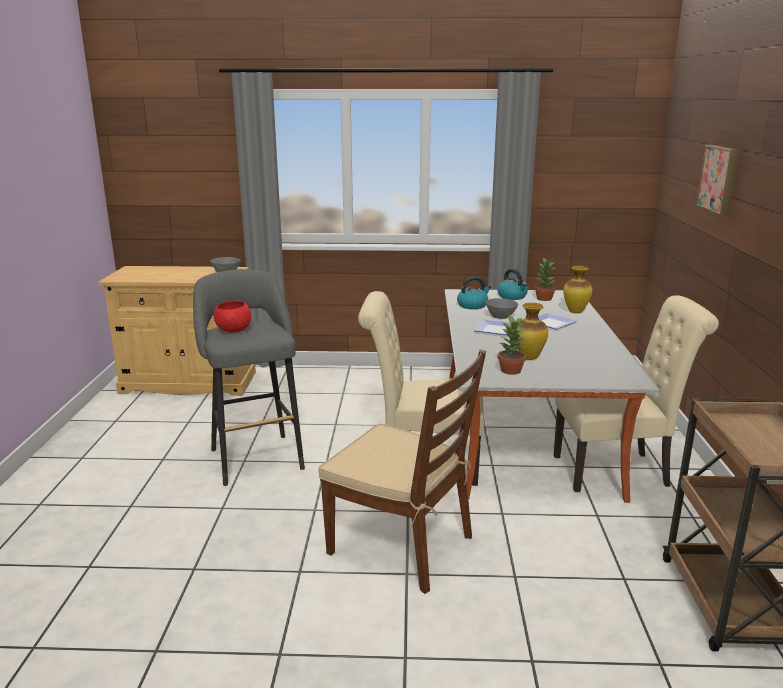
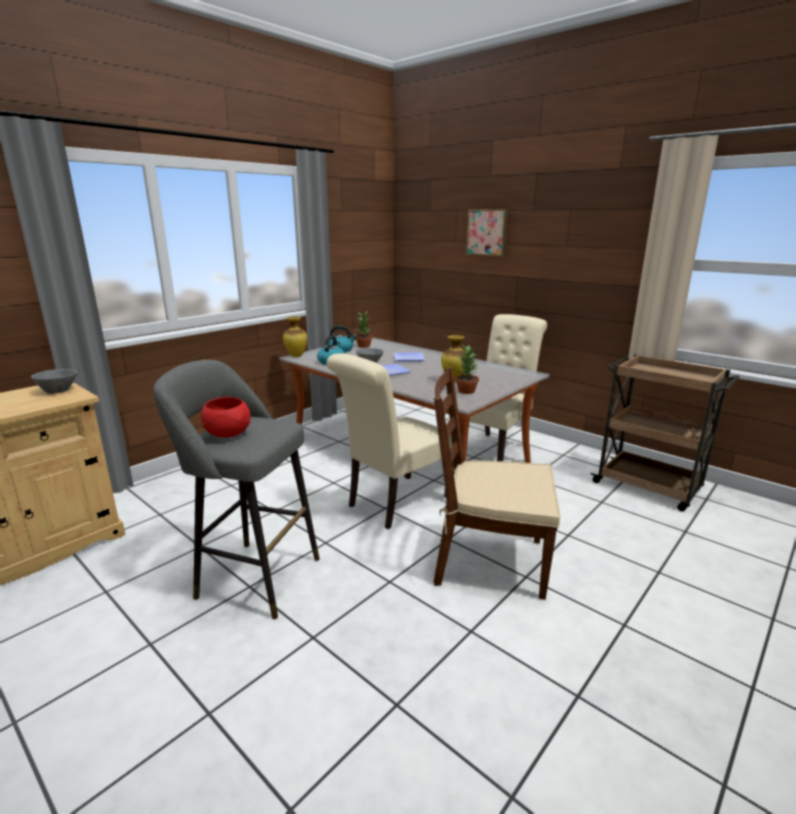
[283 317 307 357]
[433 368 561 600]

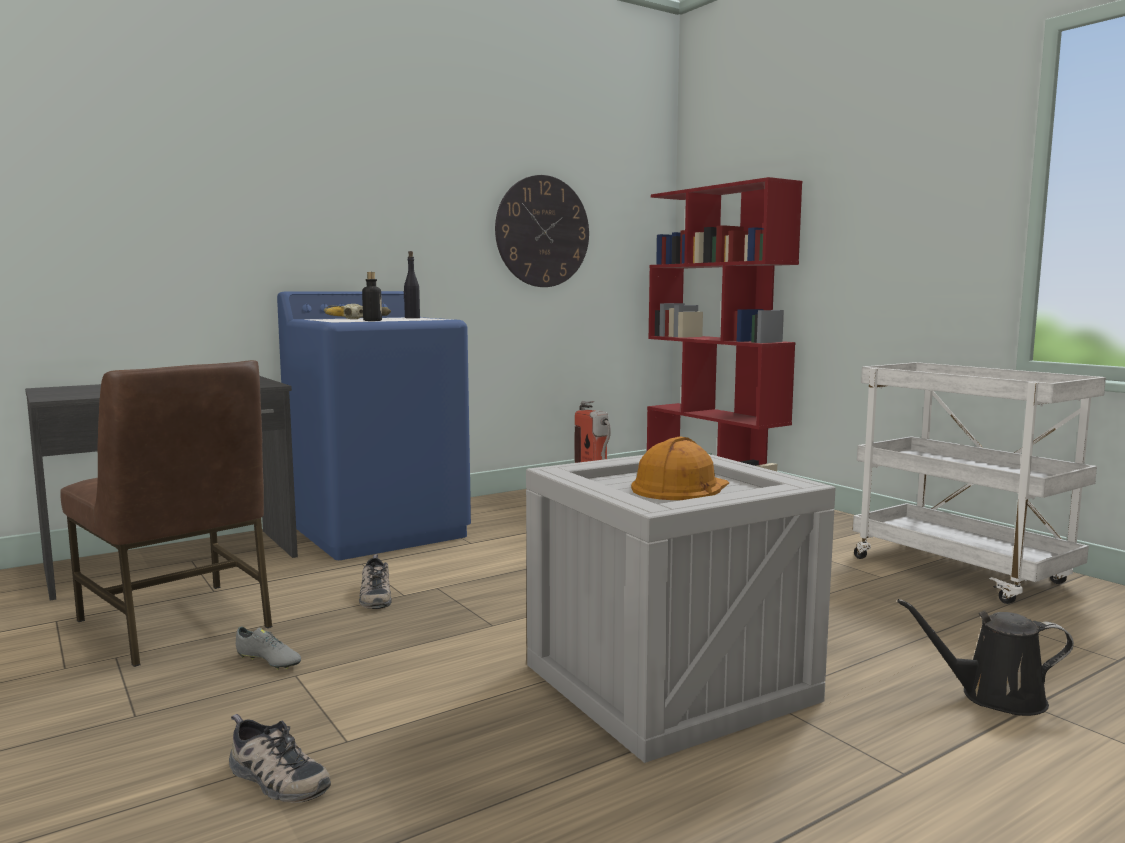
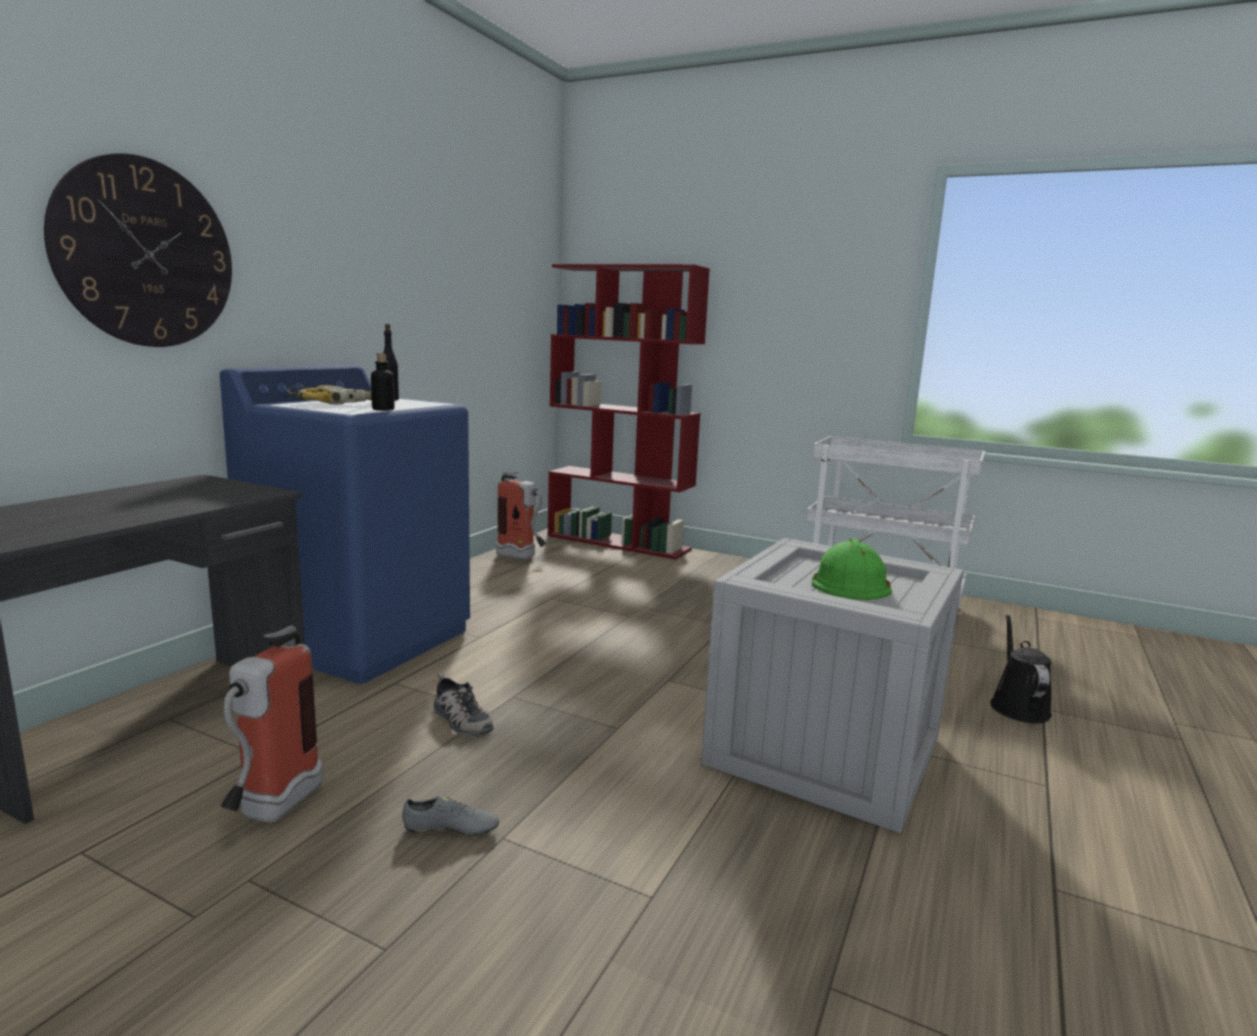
[229 714 331 803] (first image)
[44 153 232 347]
[220 625 323 823]
[812 538 892 600]
[990 615 1052 723]

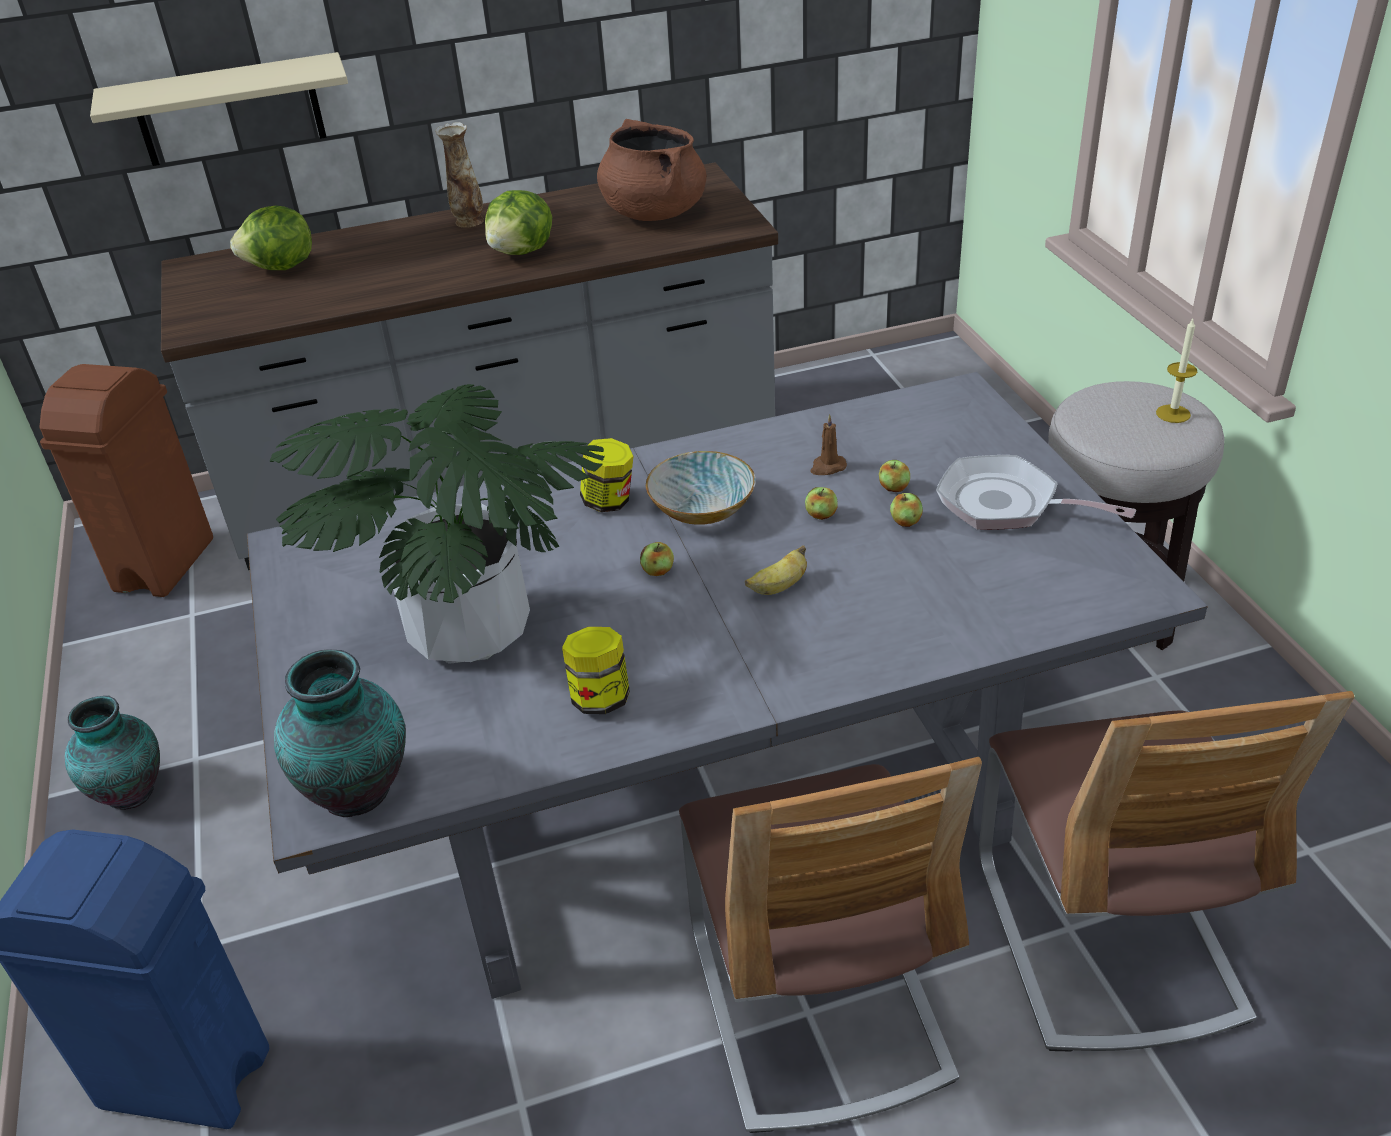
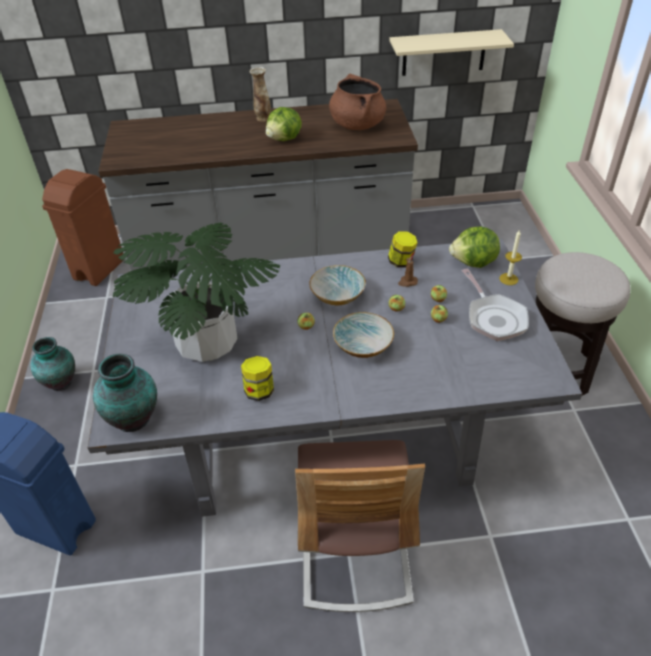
[979 691 1354 1052] (first image)
[389 29 514 76]
[449 226 500 268]
[388 231 418 268]
[499 229 522 285]
[333 312 394 358]
[462 269 529 341]

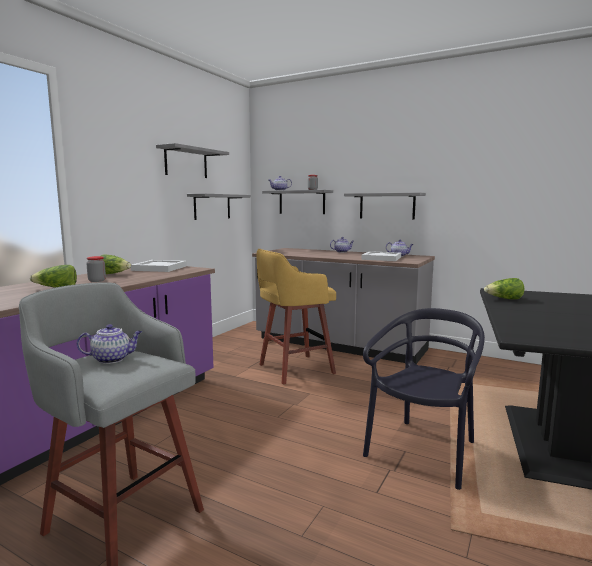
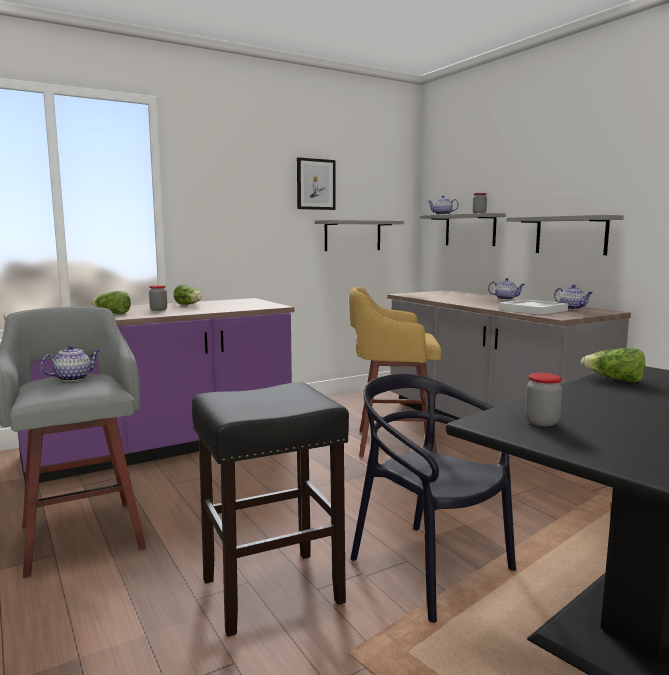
[131 260 187 272] (first image)
[192 382 349 637]
[525 373 562 426]
[297 157 335 210]
[41 345 100 381]
[351 374 516 623]

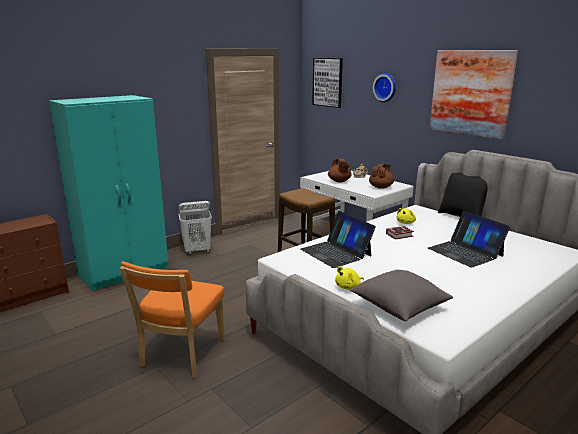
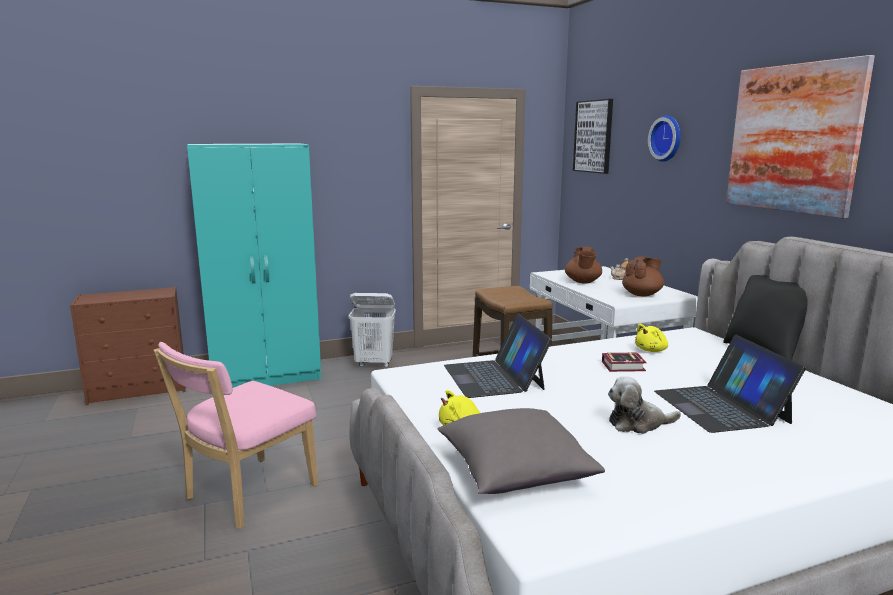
[608 376 681 434]
[154 342 318 529]

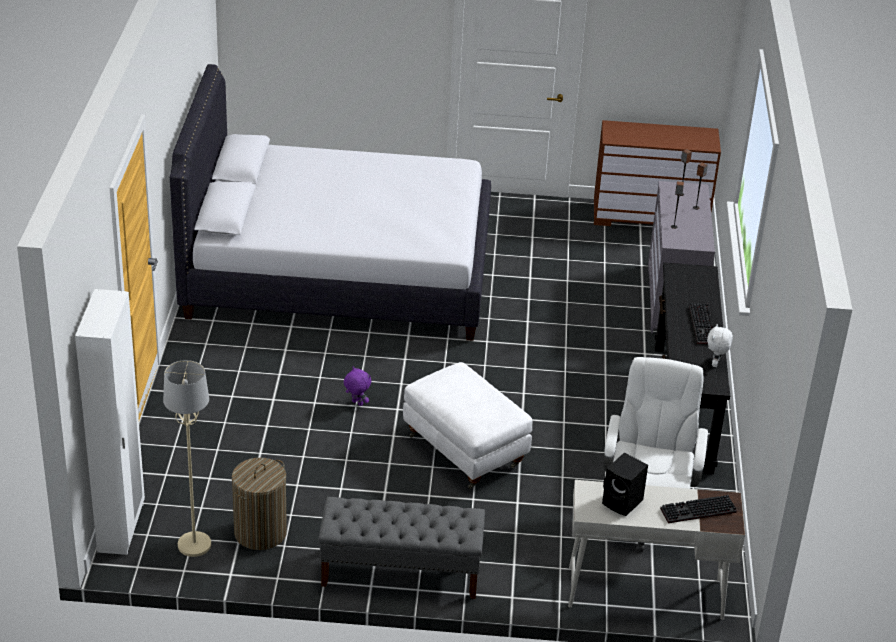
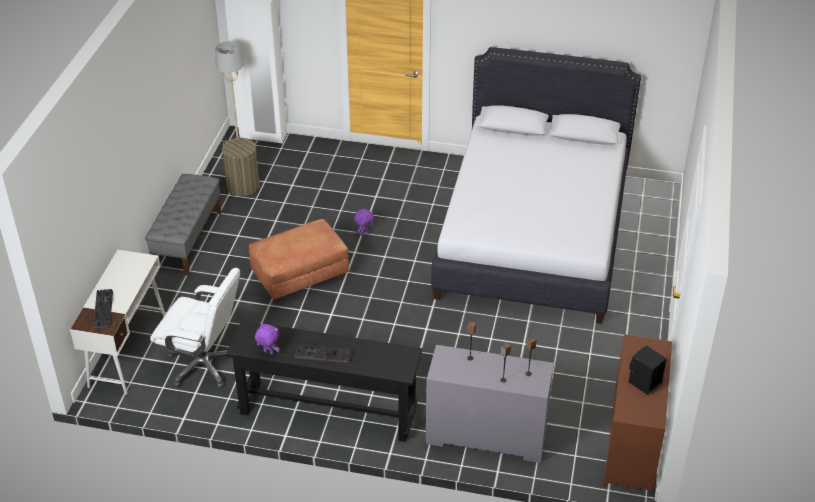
[629 346 667 395]
[249 219 349 304]
[255 323 280 355]

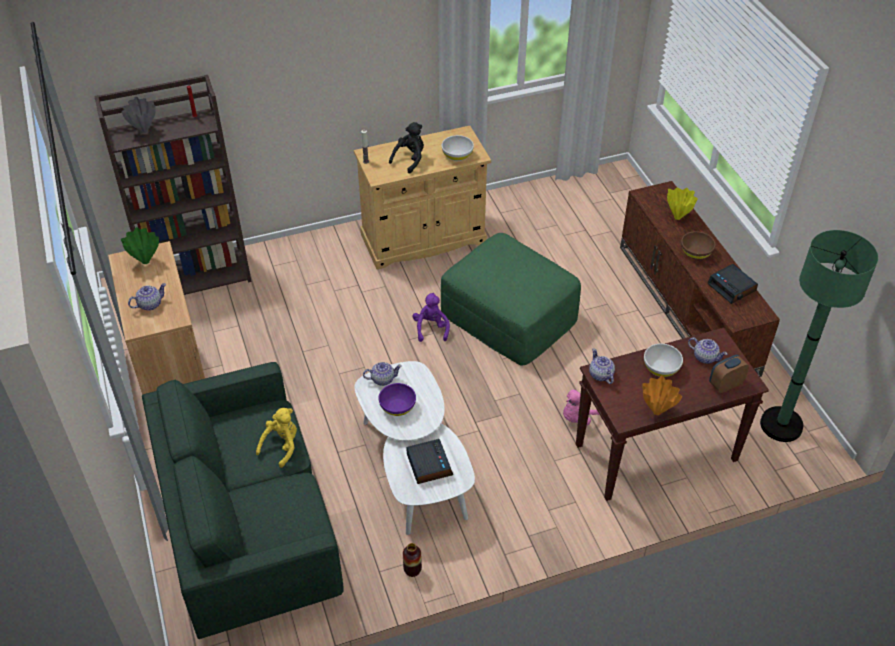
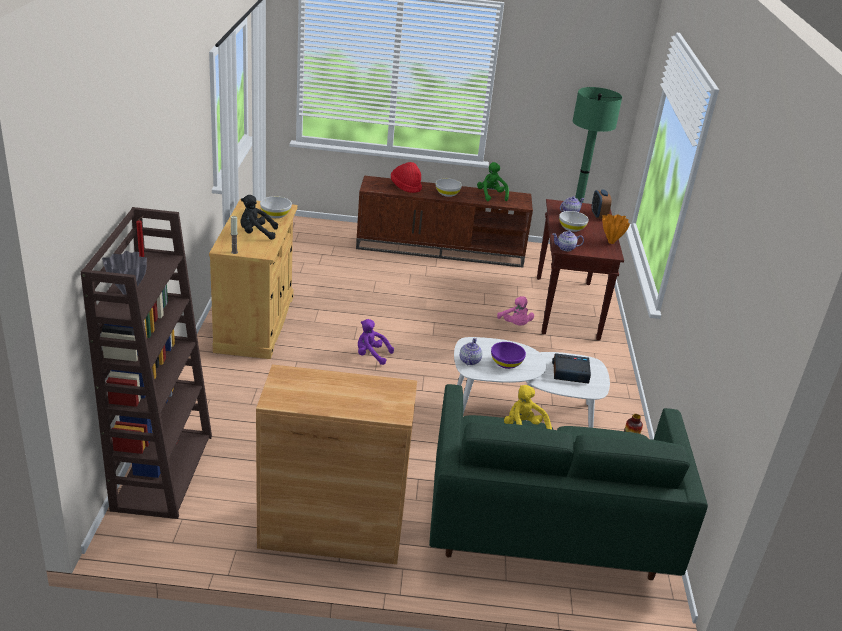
[121 227 159 264] (first image)
[128 283 166 310] (first image)
[441 233 581 365] (first image)
[391 162 422 193]
[477 162 509 201]
[436 178 462 197]
[240 195 278 240]

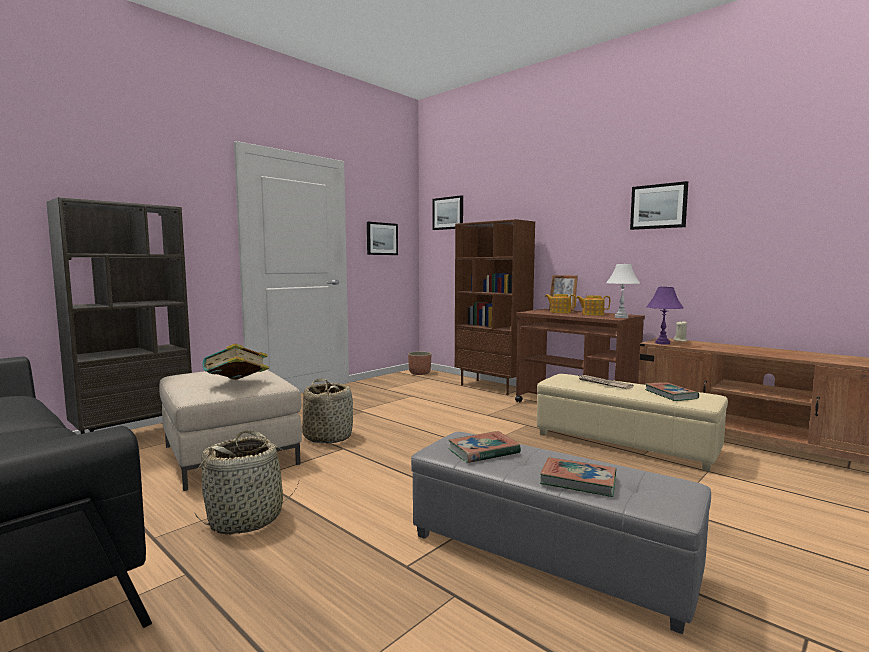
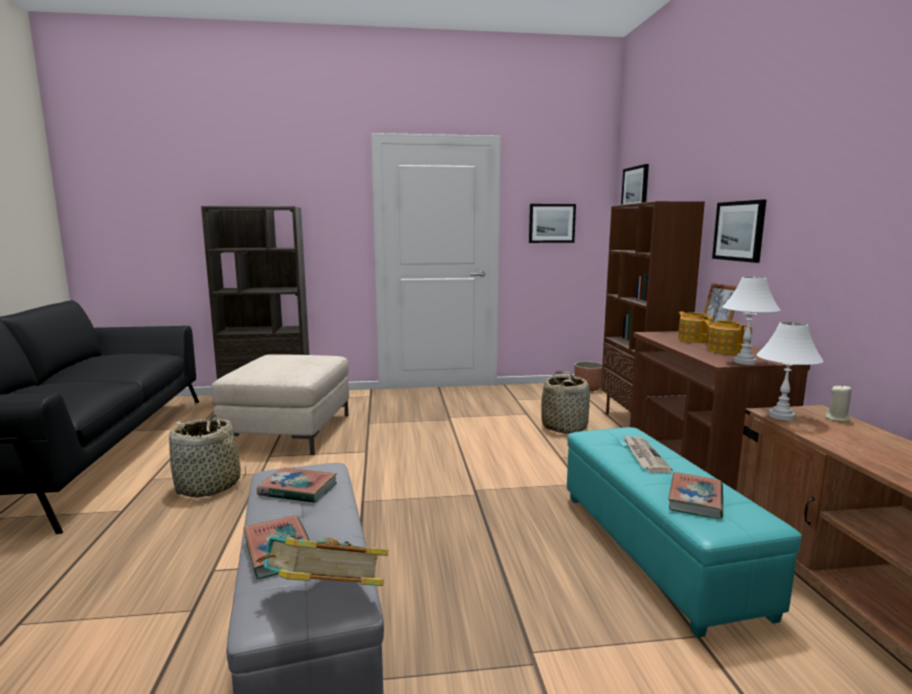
[256 535 388 586]
[541 371 590 433]
[712 200 766 263]
[567 427 801 638]
[757 322 824 420]

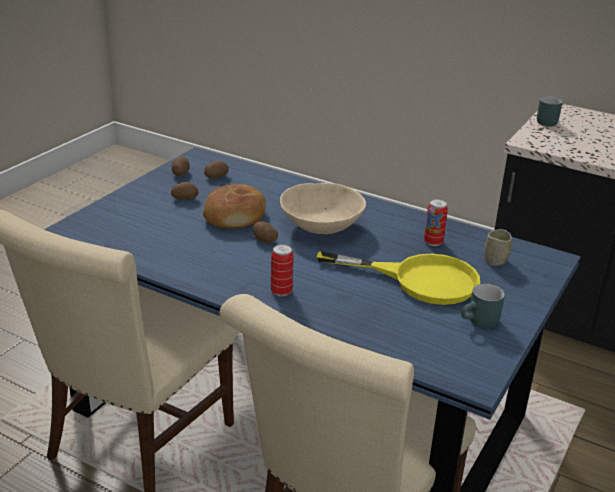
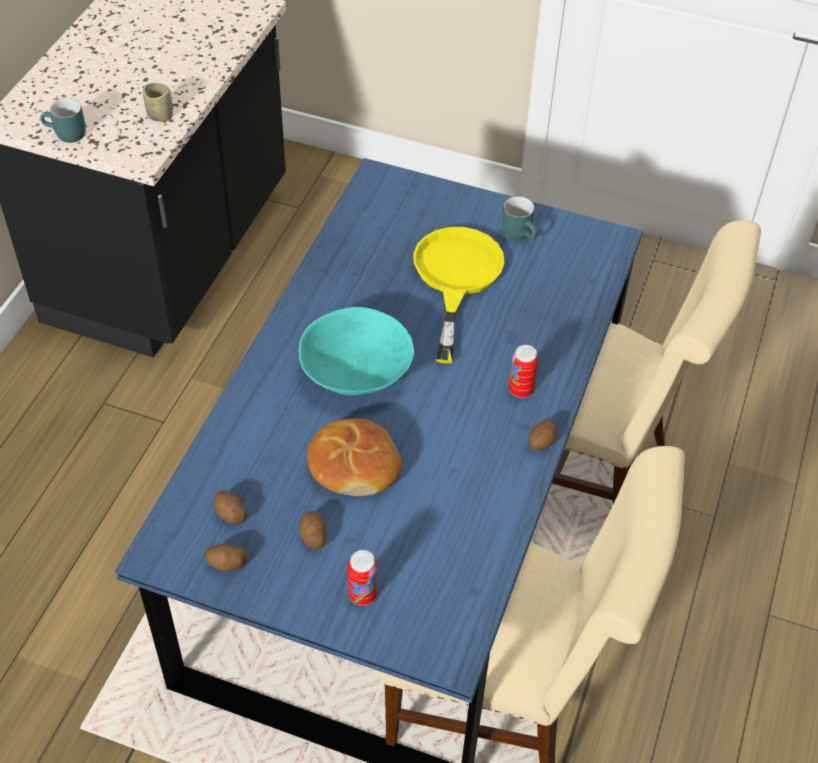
[528 419 557 451]
[348 550 377 605]
[143 83 173 122]
[299 307 414 396]

